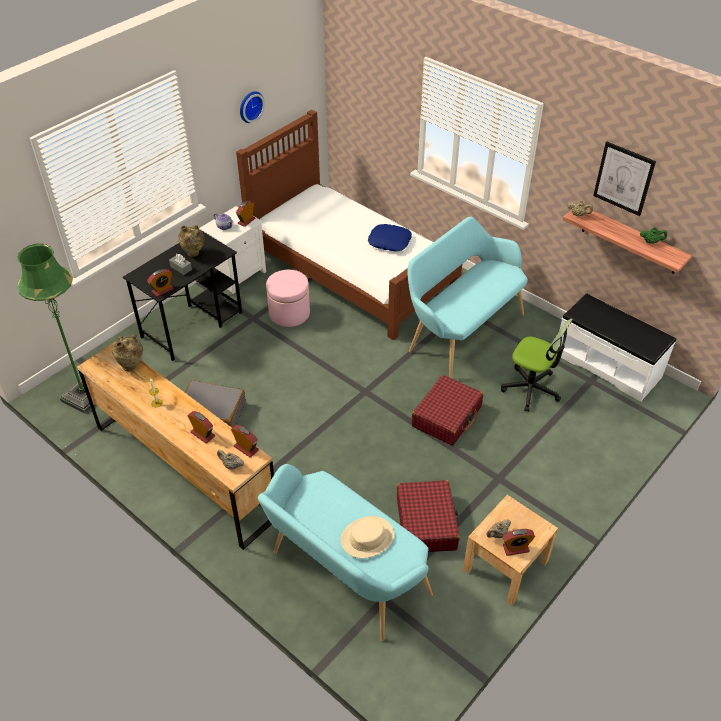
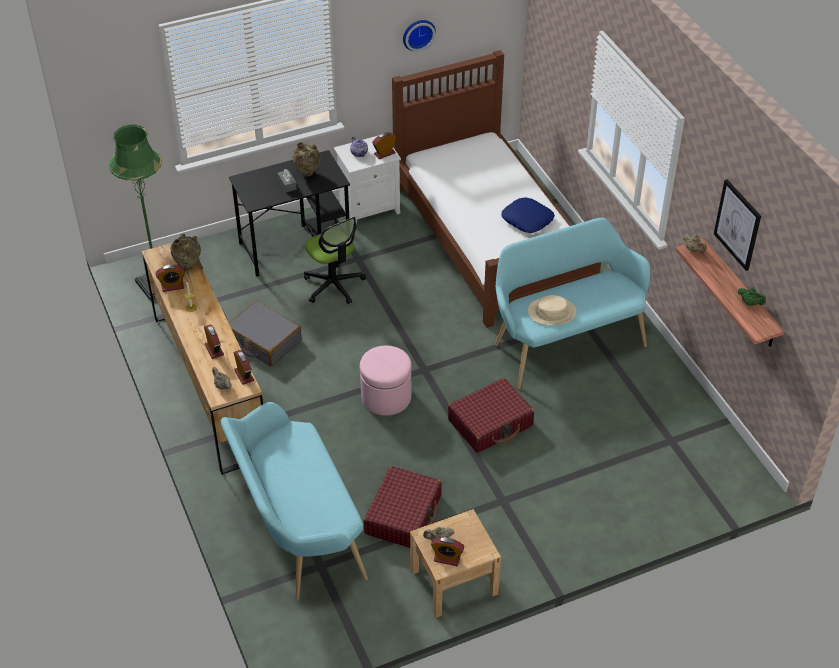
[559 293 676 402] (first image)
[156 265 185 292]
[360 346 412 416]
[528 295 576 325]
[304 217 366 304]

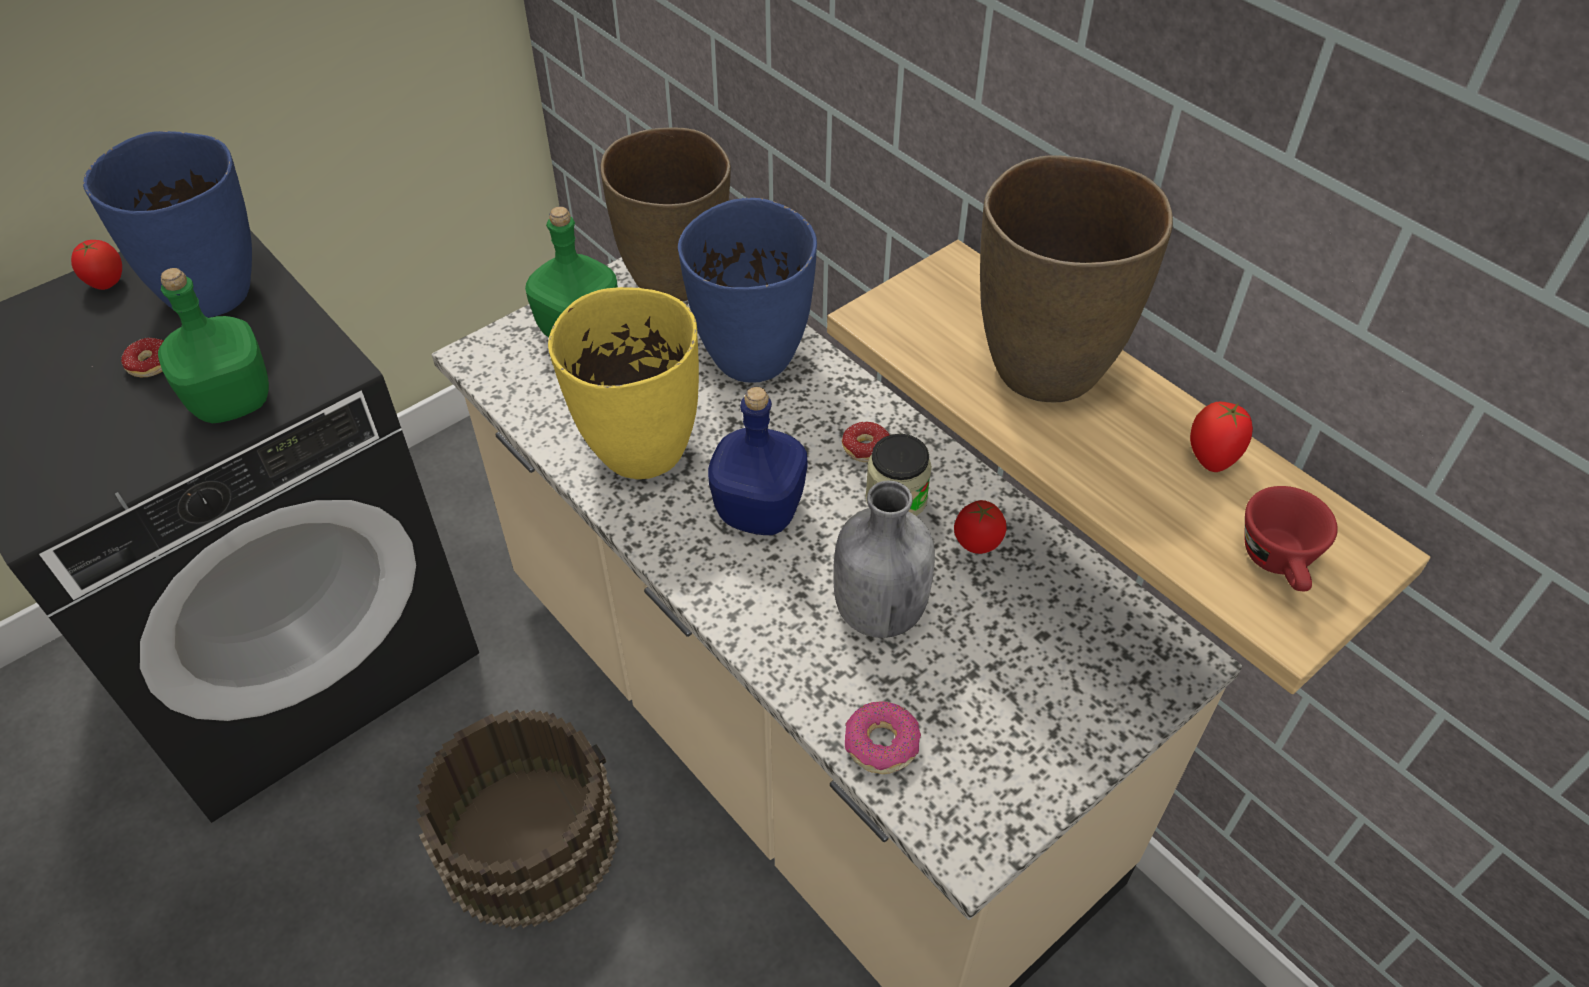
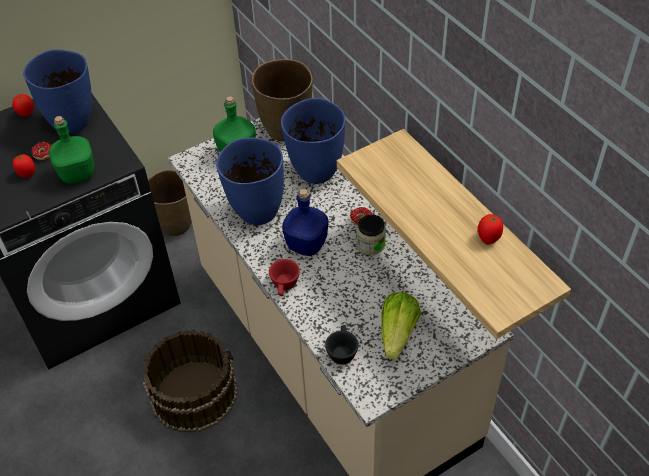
[833 480 935 638] (first image)
[381 292 421 359]
[13 154 35 178]
[148 170 192 236]
[269 259 300 296]
[325 325 359 365]
[216 137 284 225]

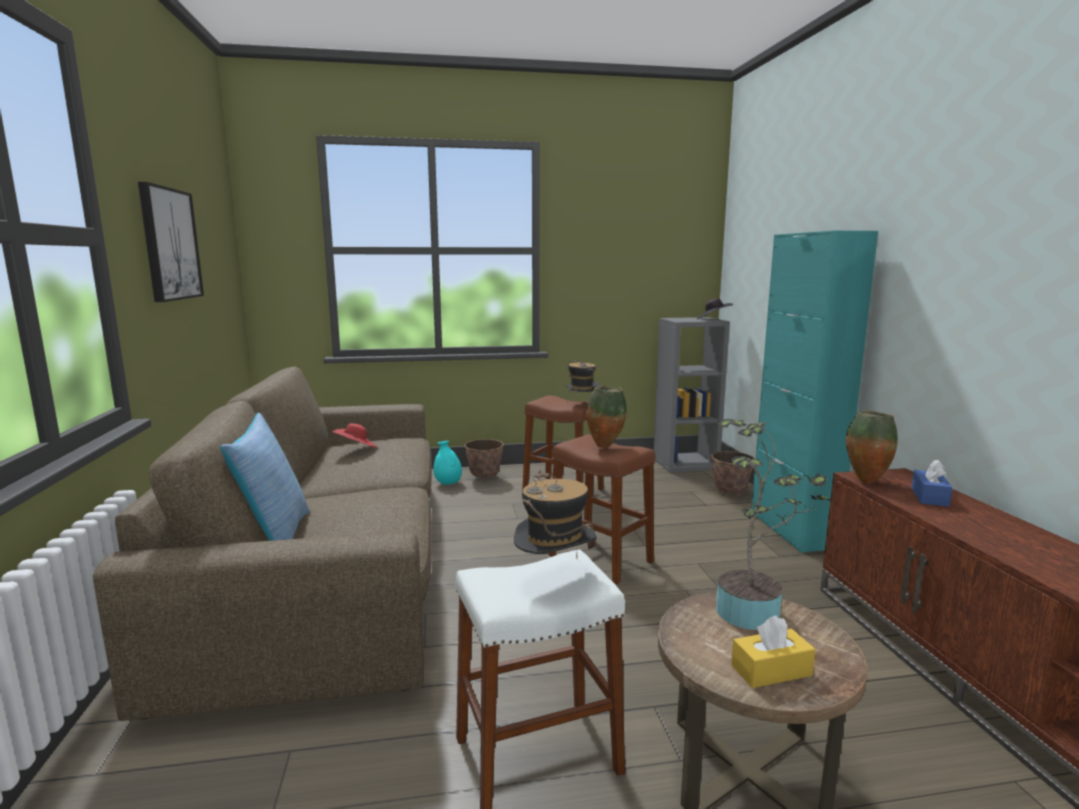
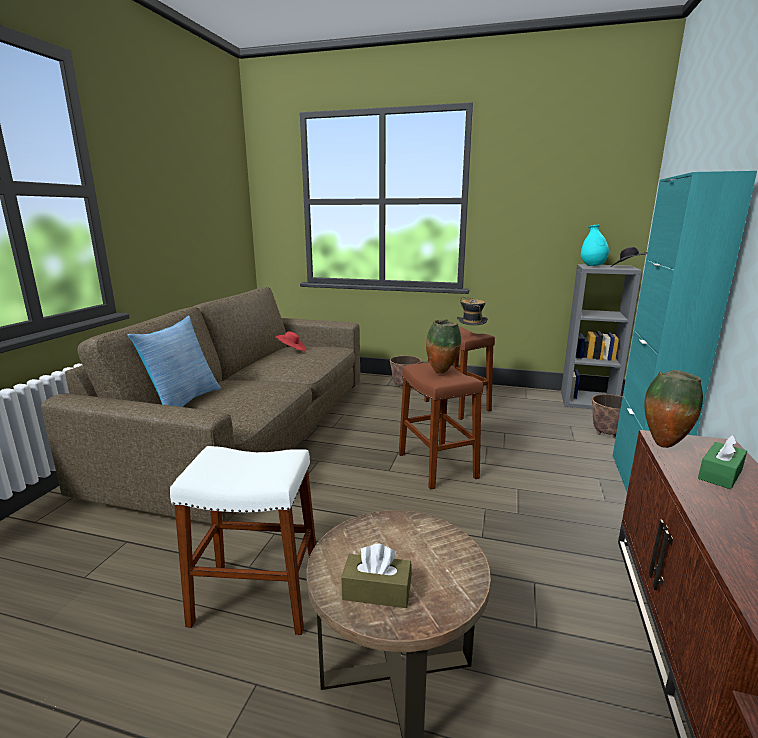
[138 182 204 302] (first image)
[514 470 597 558] (first image)
[716 419 832 630] (first image)
[581 225 609 266]
[341 544 412 608]
[698 435 747 489]

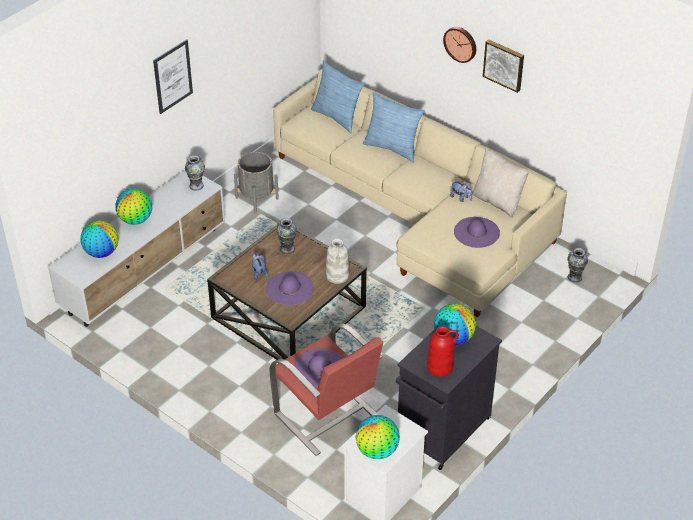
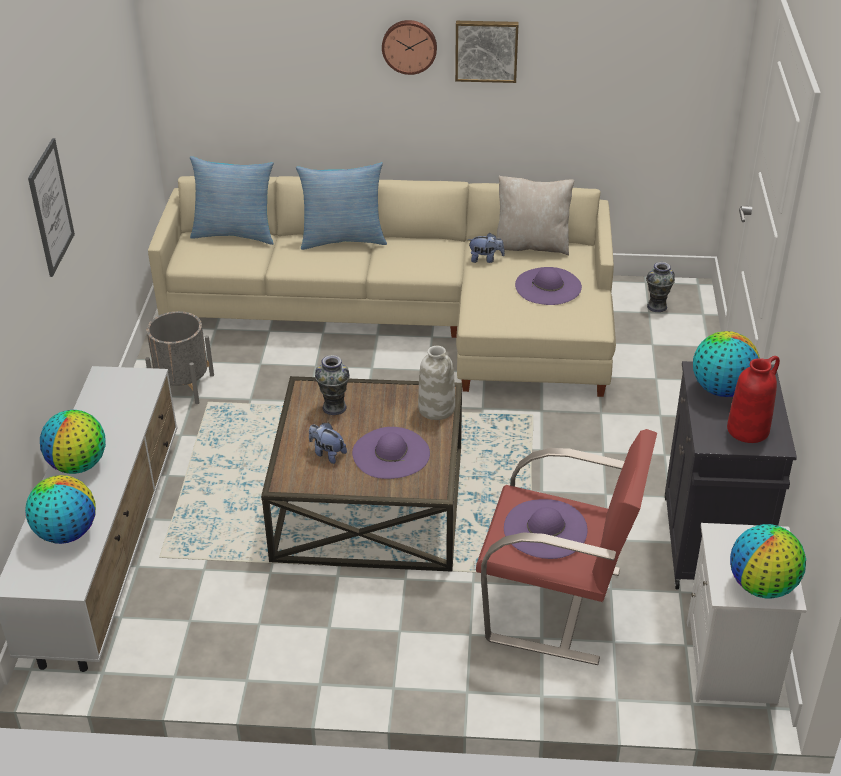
[185 155 205 191] (first image)

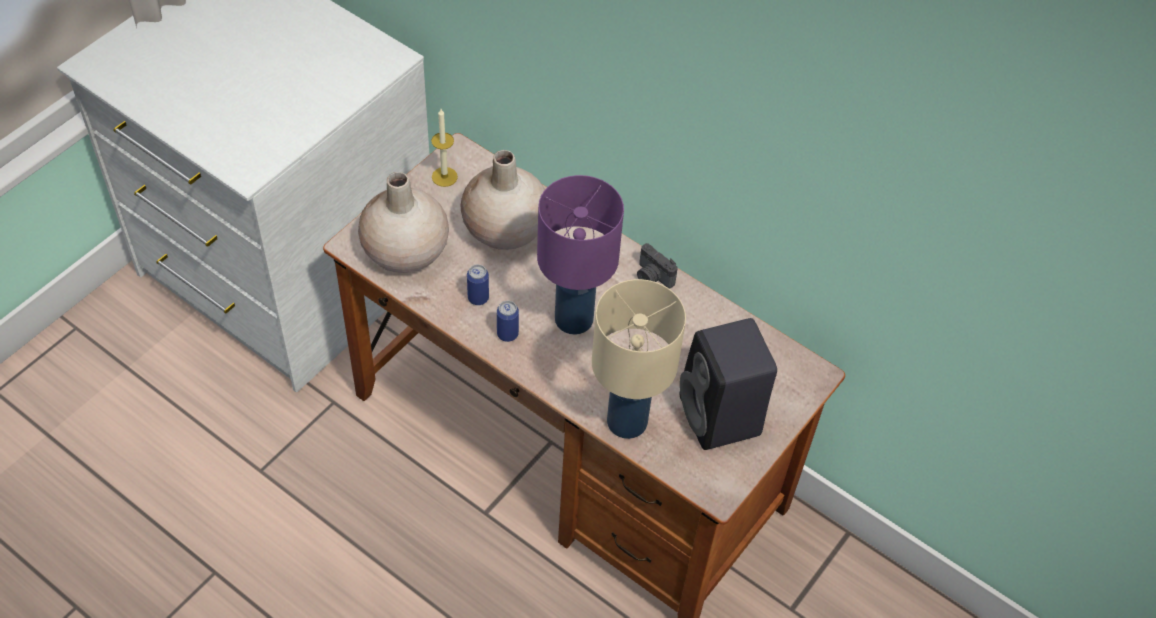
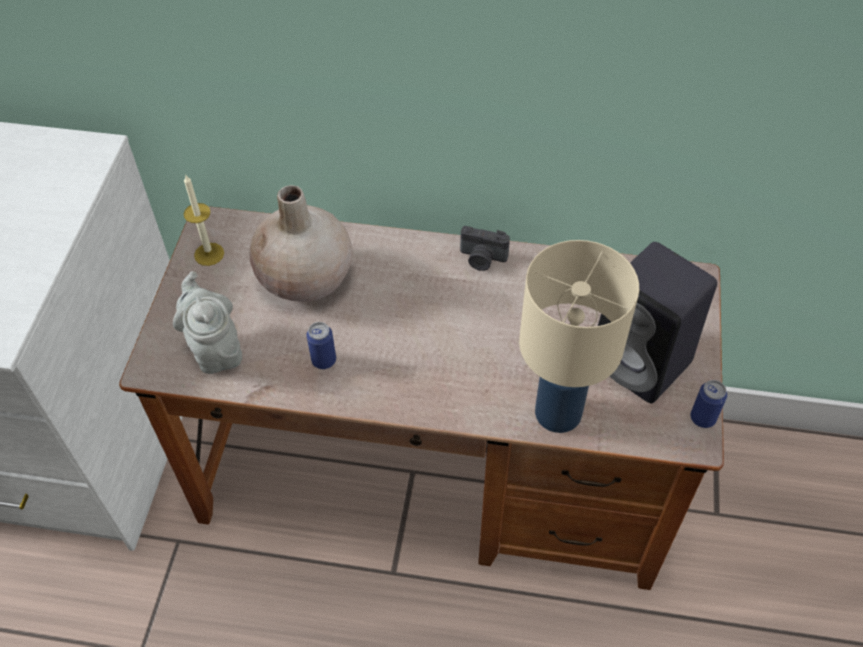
[537 175 624 335] (first image)
[690 380 727 428]
[173 271 242 374]

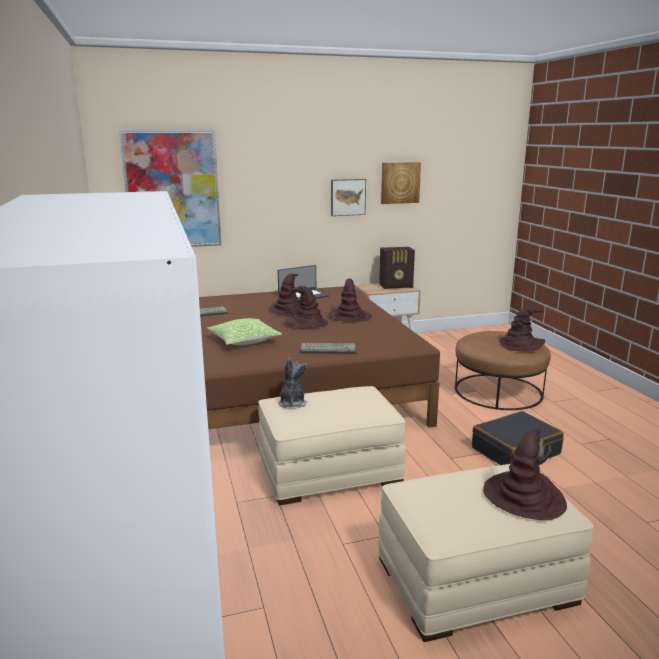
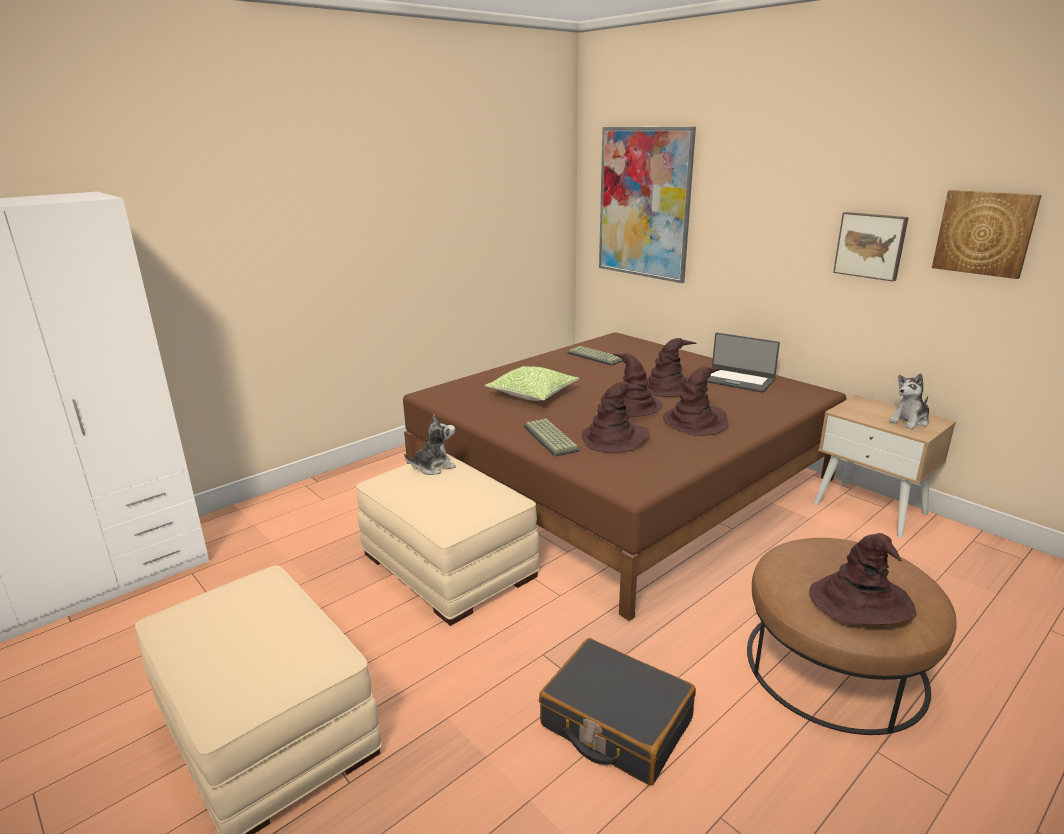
[582 382 649 453]
[888 373 929 429]

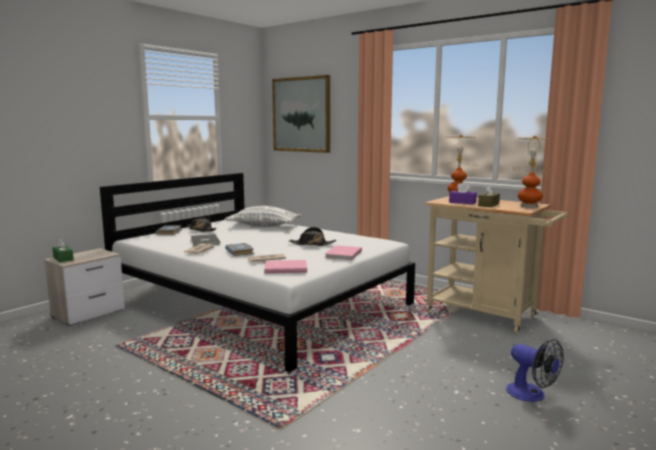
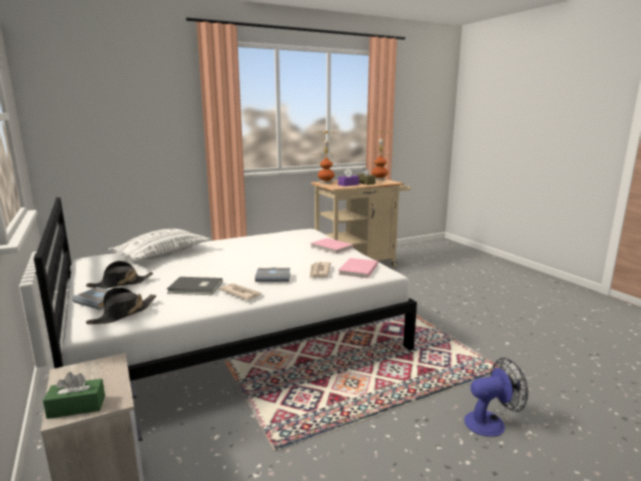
[272 75 330 153] (first image)
[86 287 156 324]
[464 357 528 437]

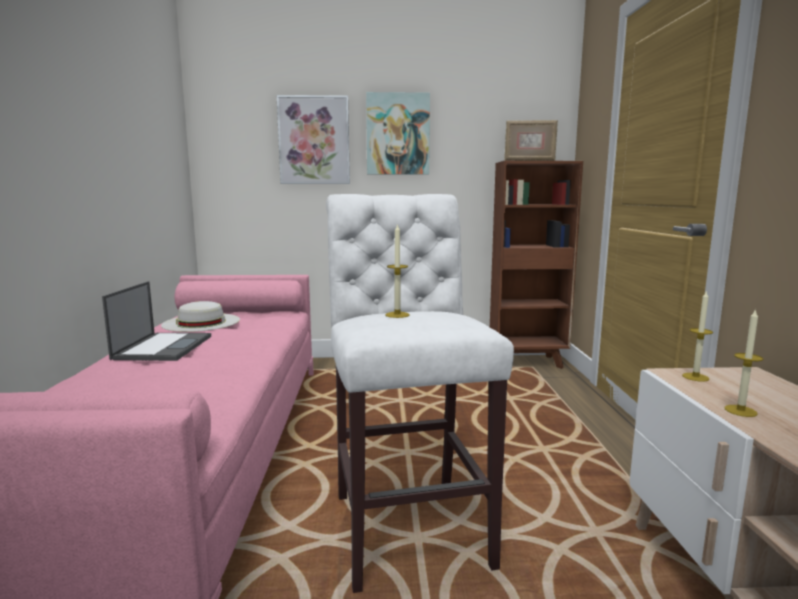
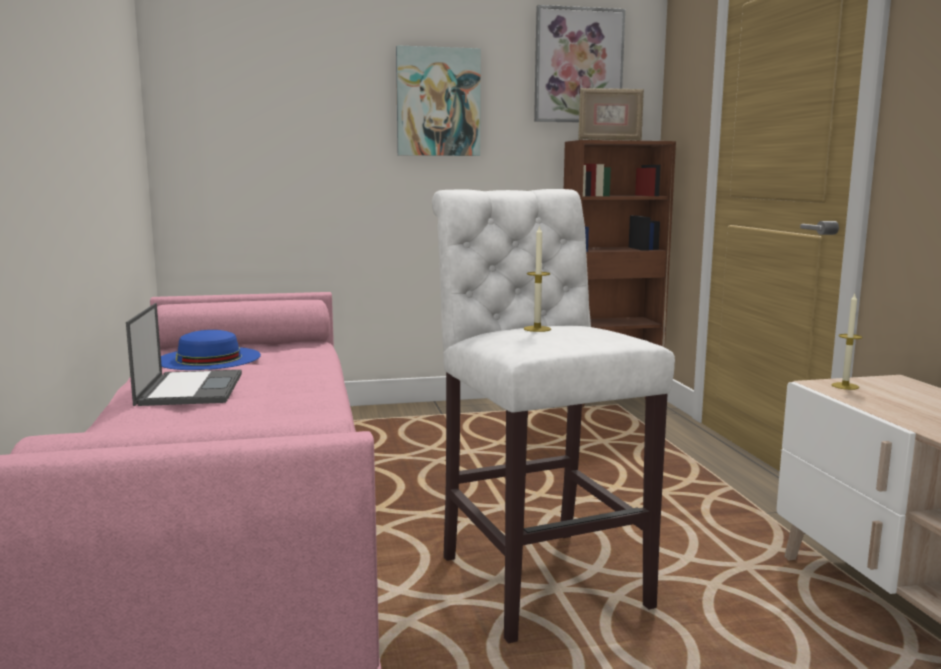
[724 309 763 417] (first image)
[534 5 625 122]
[161 330 261 370]

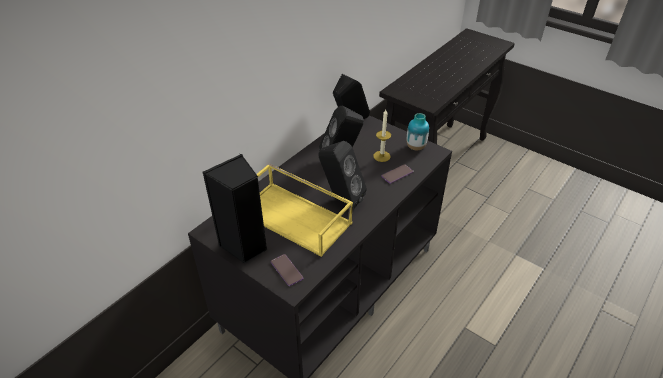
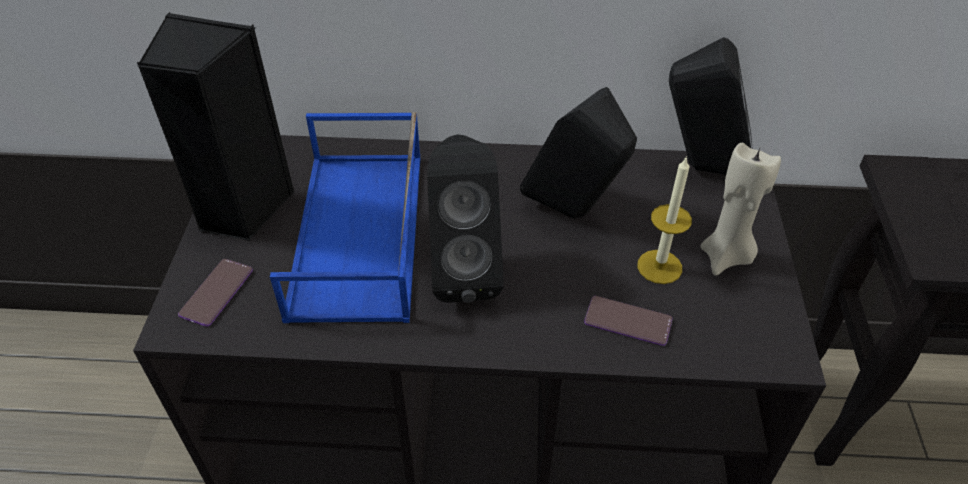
[407 113 429 150] (first image)
[701 142 781 276]
[270 112 420 323]

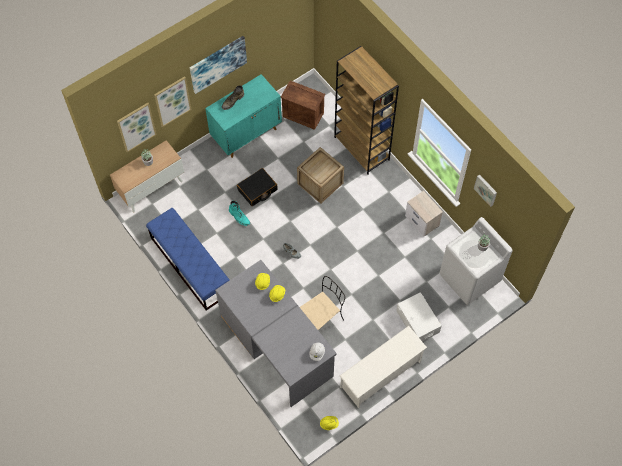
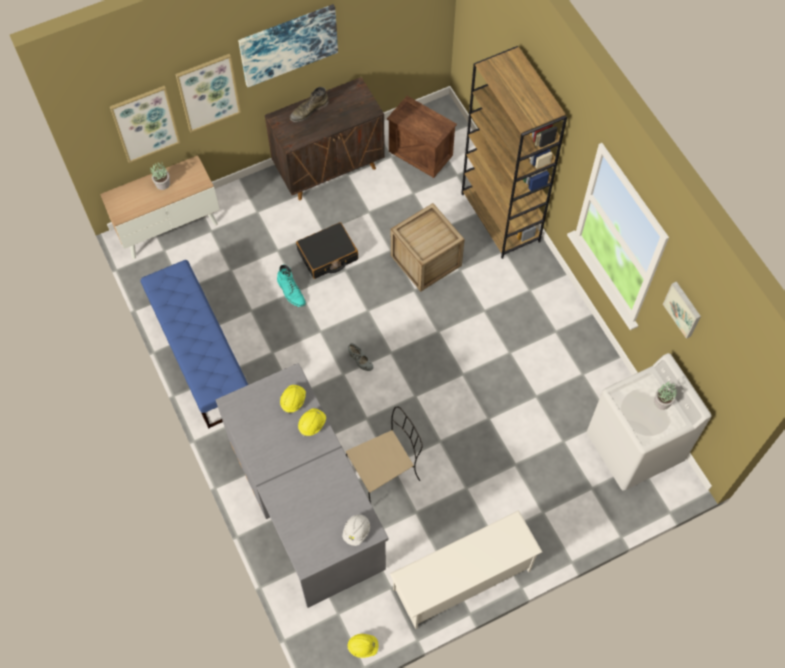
[396 292 441 342] (first image)
[405 191 443 237] (first image)
[265 77 385 200]

